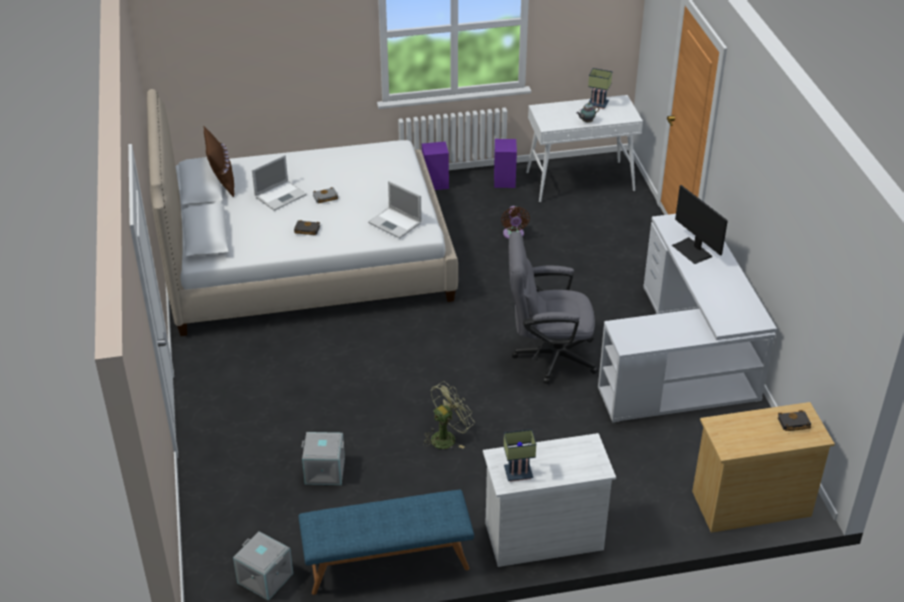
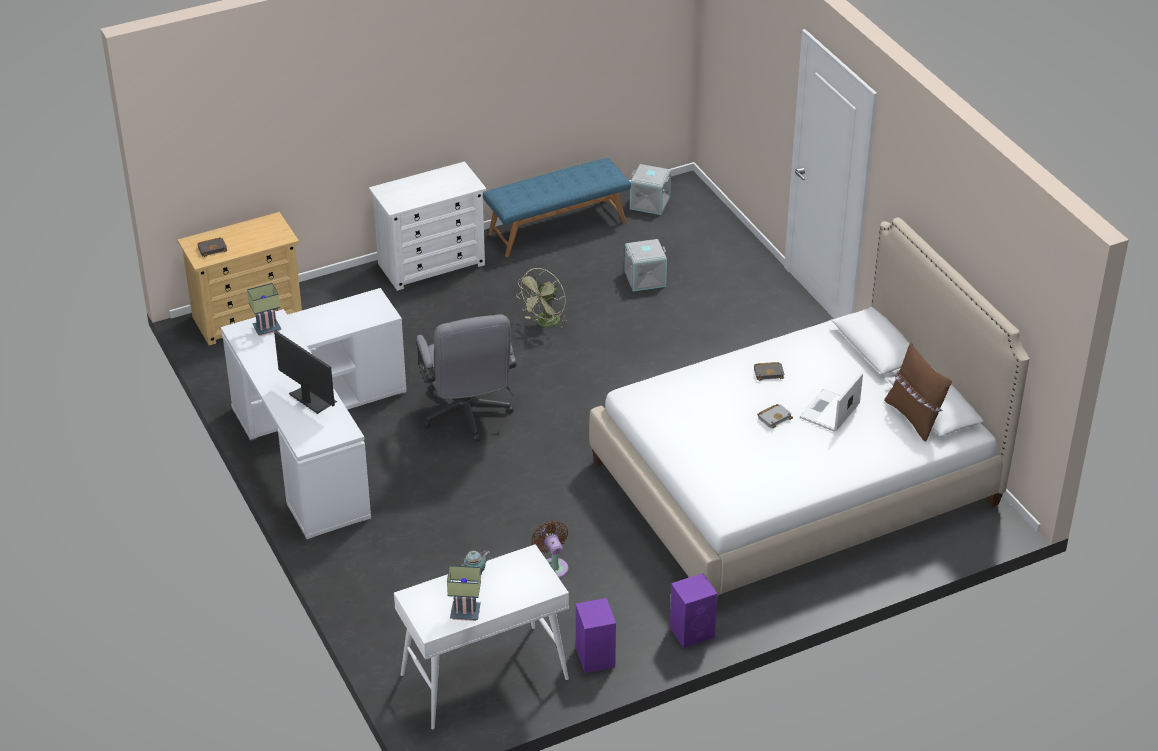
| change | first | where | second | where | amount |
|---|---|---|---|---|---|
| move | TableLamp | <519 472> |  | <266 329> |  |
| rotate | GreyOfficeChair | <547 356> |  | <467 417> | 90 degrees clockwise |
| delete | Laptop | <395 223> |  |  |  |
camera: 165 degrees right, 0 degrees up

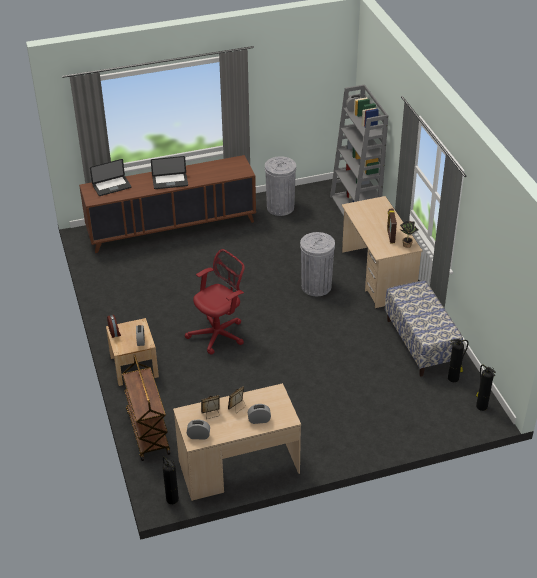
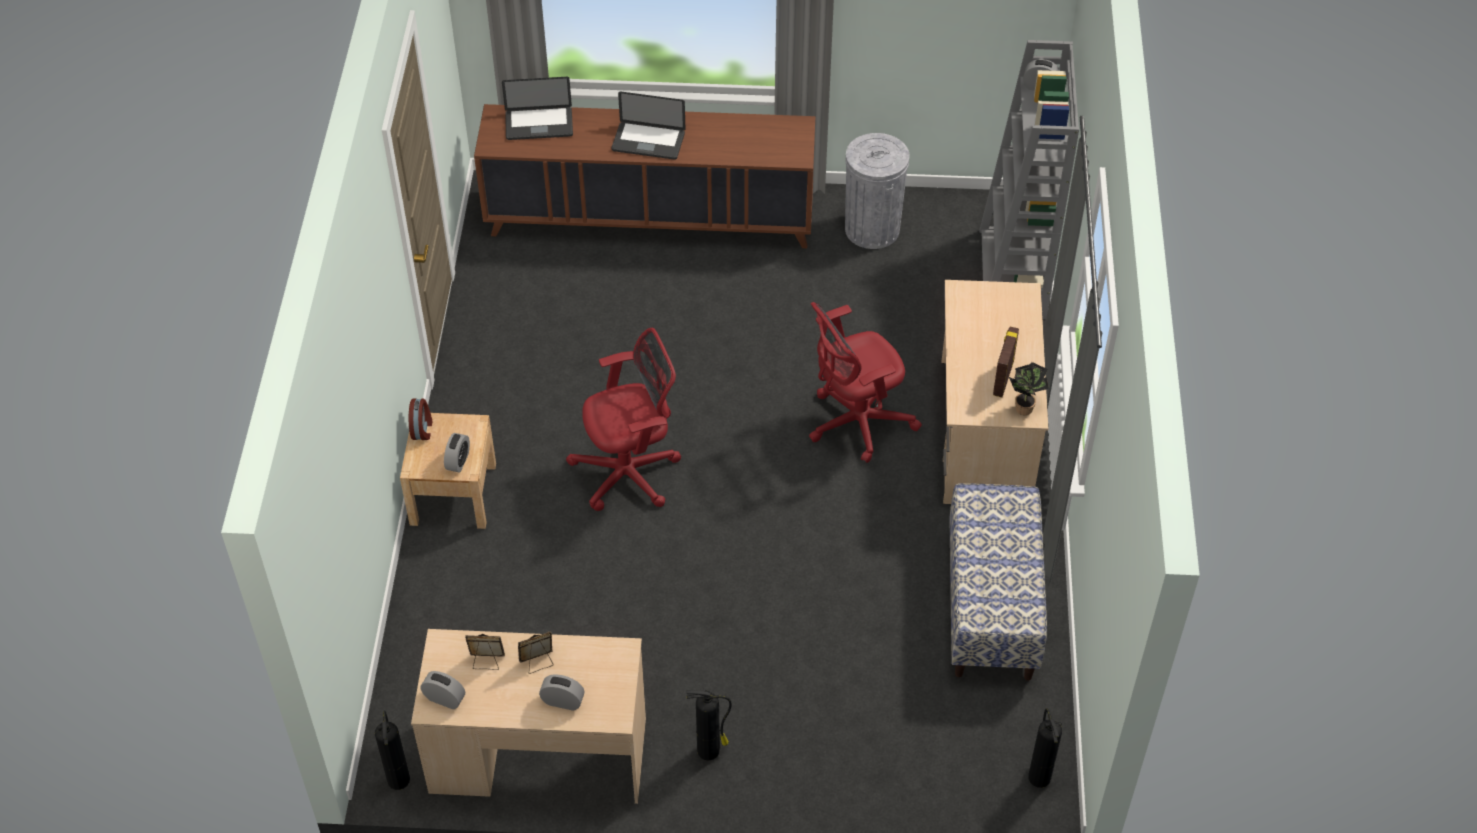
| change | first | where | second | where | amount |
|---|---|---|---|---|---|
| move | FireExtinguisher | <454 378> |  | <710 750> |  |
| replace | GreyTrashCan | <316 286> | RedOfficeChair | <855 423> |  |
| delete | BrownCart | <147 432> |  |  |  |
camera: 20 degrees right, 10 degrees up

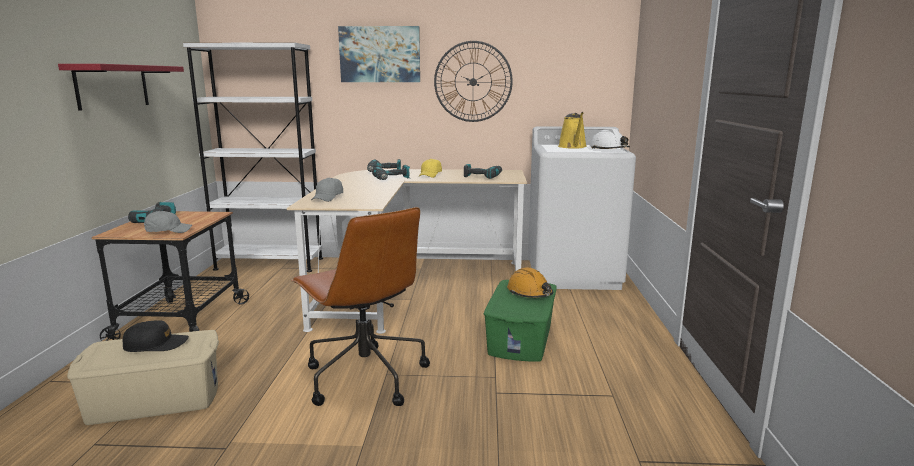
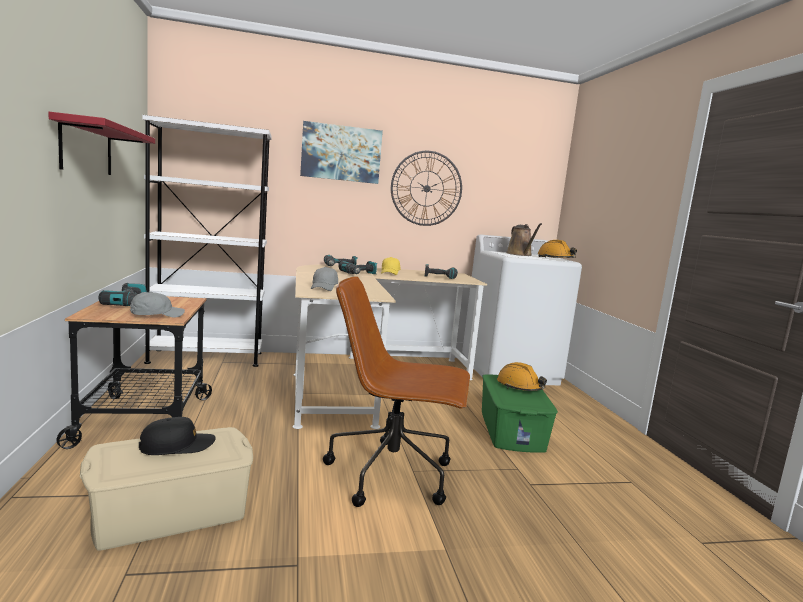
| change | first | where | second | where | amount |
|---|---|---|---|---|---|
| rotate | BrownOfficeChair | <364 376> |  | <393 474> | 150 degrees clockwise |
| recolor | YellowWateringCan | <573 147> | BrownWateringCan | <520 254> |  |
| recolor | WhiteHardHat | <609 150> | OrangeHardHat | <555 259> |  |
camera: 15 degrees left, 5 degrees down

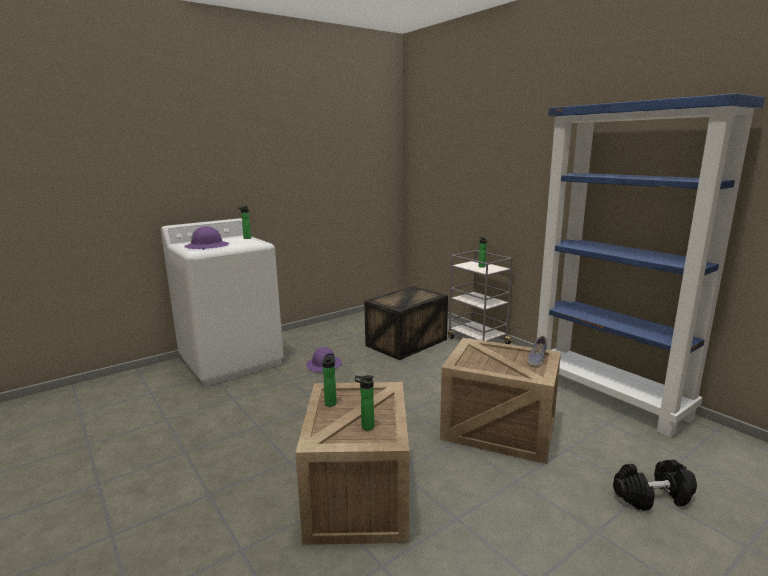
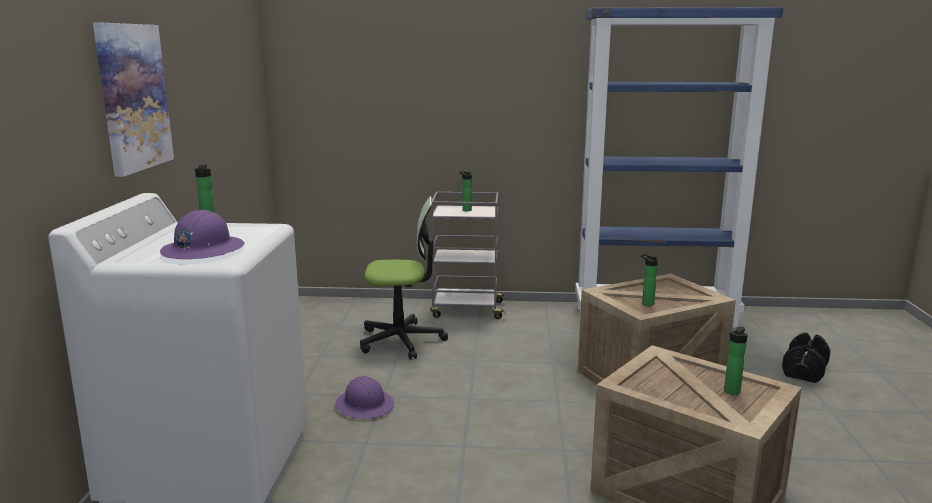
| change | first | where | second | where | amount |
|---|---|---|---|---|---|
| insert |  |  | Picture | <133 97> |  |
| replace | Crate | <406 343> | OfficeChair | <401 340> |  |
| move | Bottle | <331 402> |  | <646 303> |  |
| delete | Shoe | <536 359> |  |  |  |
camera: 50 degrees left, 0 degrees up

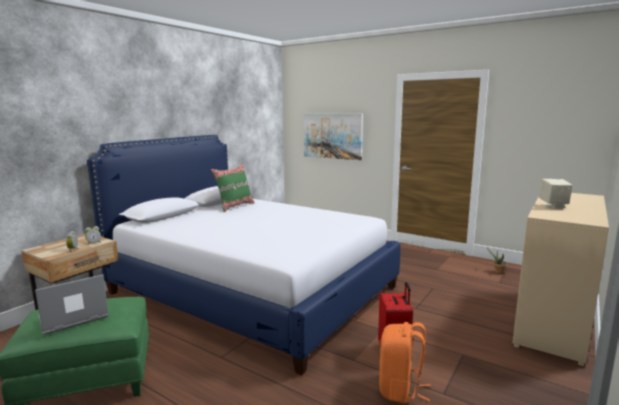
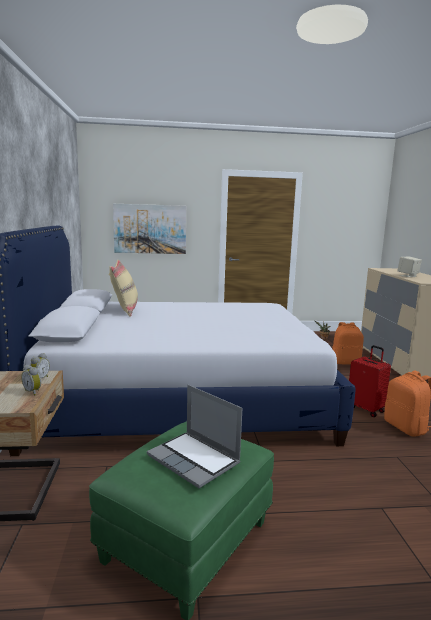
| change | first | where | second | where | amount |
|---|---|---|---|---|---|
| recolor | GreenPillow | <235 206> | BeigePillow | <124 310> |  |
| rotate | Laptop | <73 318> |  | <195 460> | 60 degrees counterclockwise |
| insert |  |  | OrangeBackpack | <345 362> |  |
camera: 40 degrees left, 0 degrees up

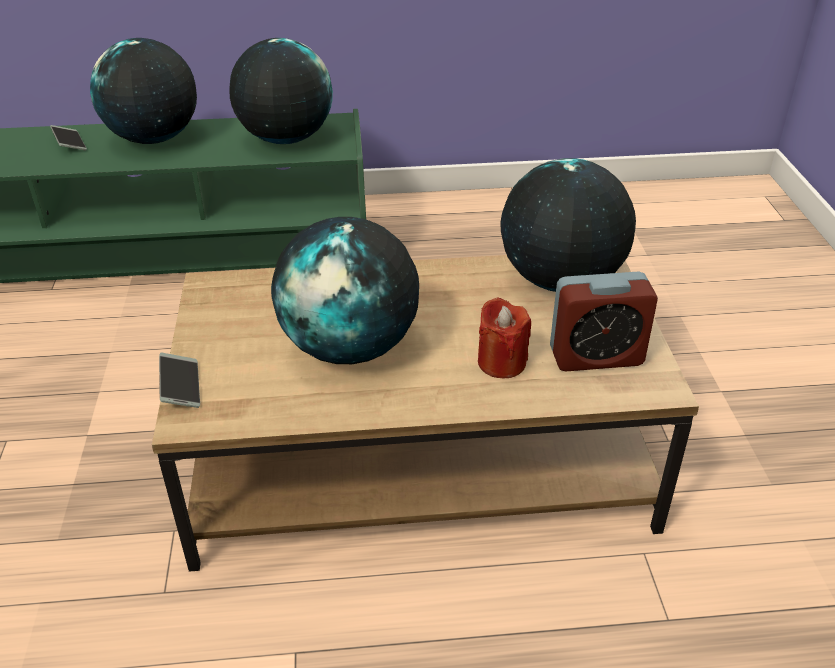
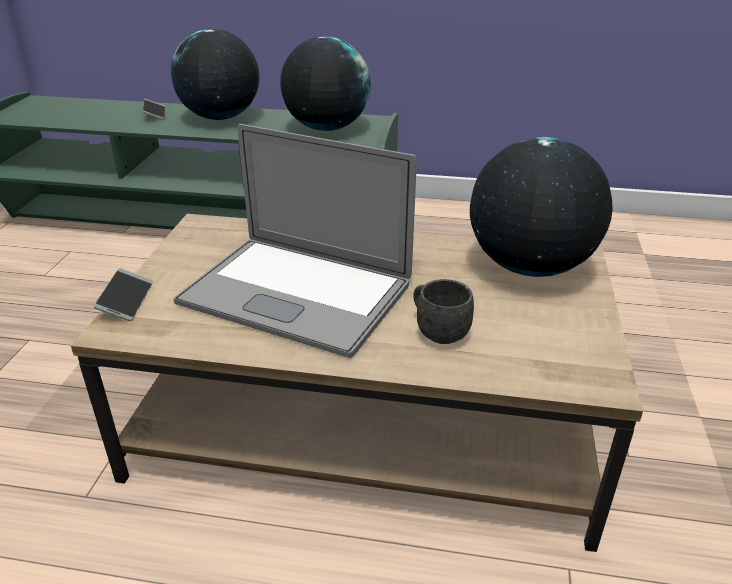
| change | first | where | second | where | amount |
|---|---|---|---|---|---|
| replace | Globe | <350 347> | Laptop | <296 293> |  |
| replace | RedCandle | <501 362> | GreyMug | <437 330> |  |
| delete | AlarmClock | <596 356> |  |  |  |
camera: 15 degrees right, 5 degrees down

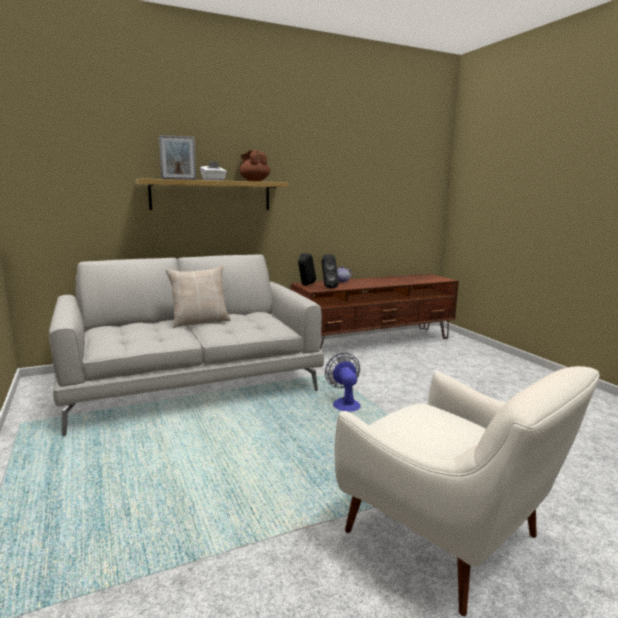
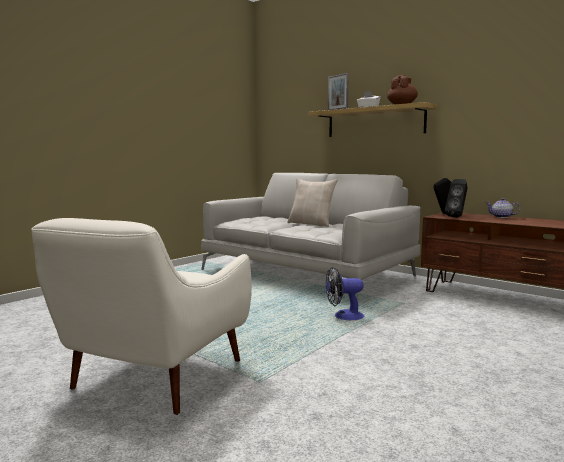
| change | first | where | second | where | amount |
|---|---|---|---|---|---|
| rotate | Fan | <344 403> |  | <343 316> | 150 degrees counterclockwise |
camera: 65 degrees right, 5 degrees down

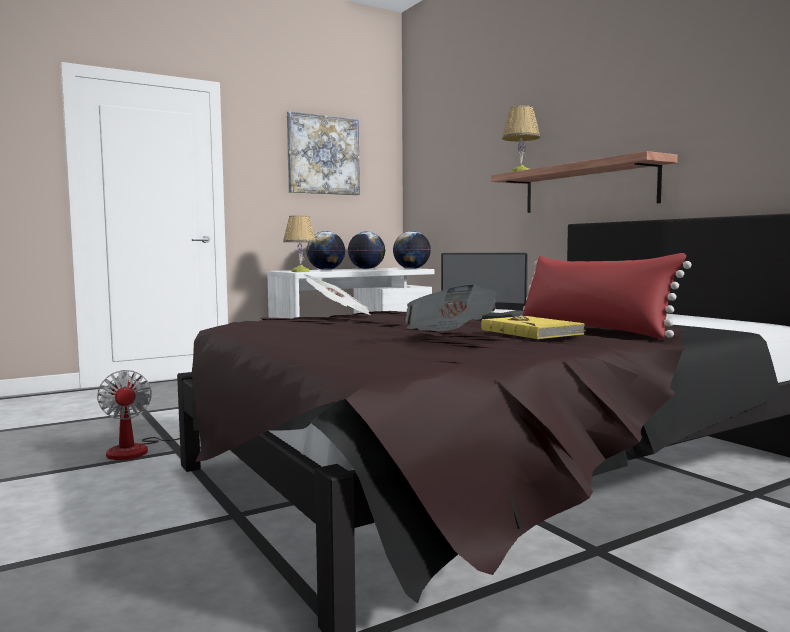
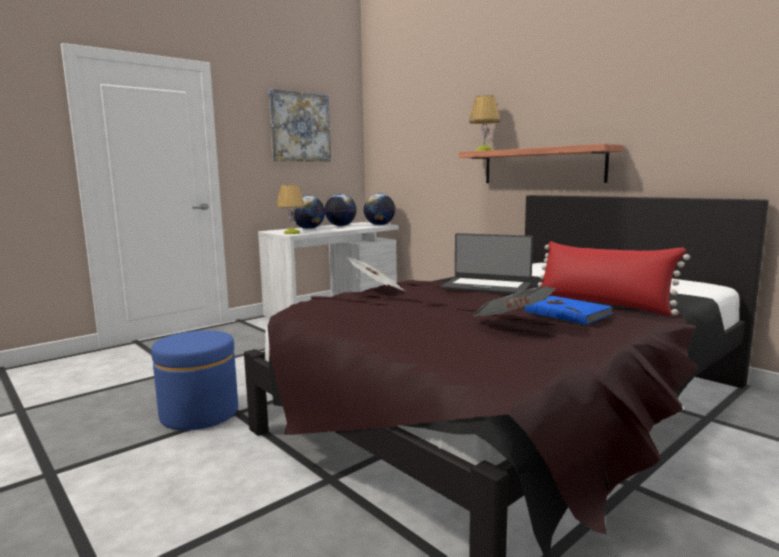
| change | first | where | second | where | amount |
|---|---|---|---|---|---|
| replace | Fan | <139 449> | BlueOttoman | <199 414> |  |
| recolor | YellowBook | <531 332> | BlueBook | <567 313> |  |
camera: 10 degrees left, 5 degrees up

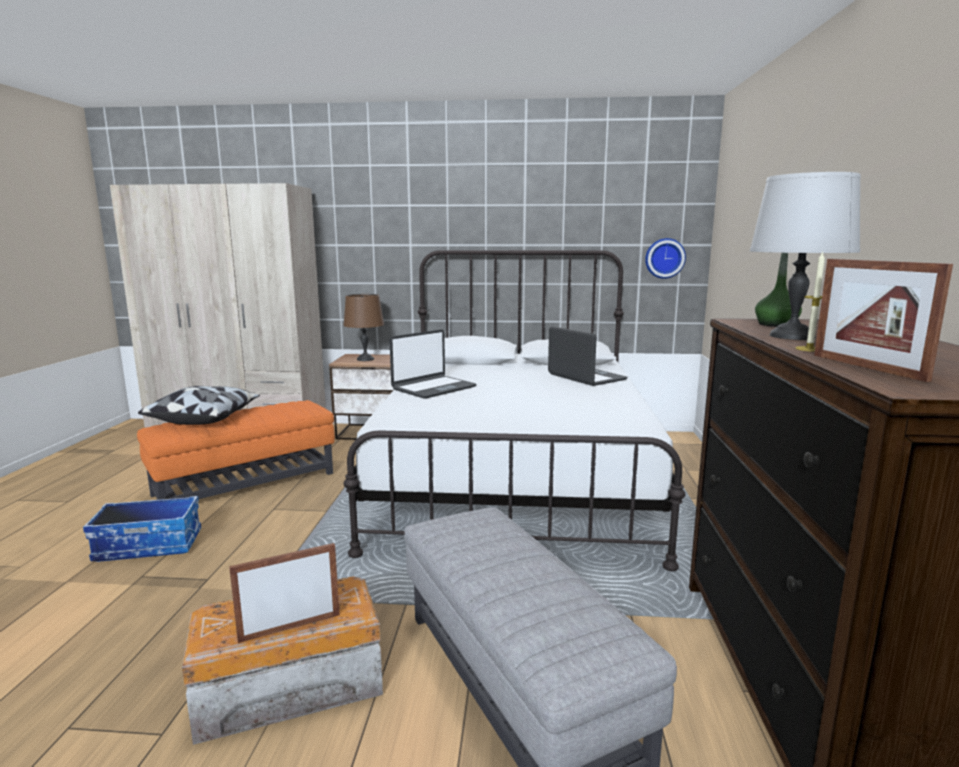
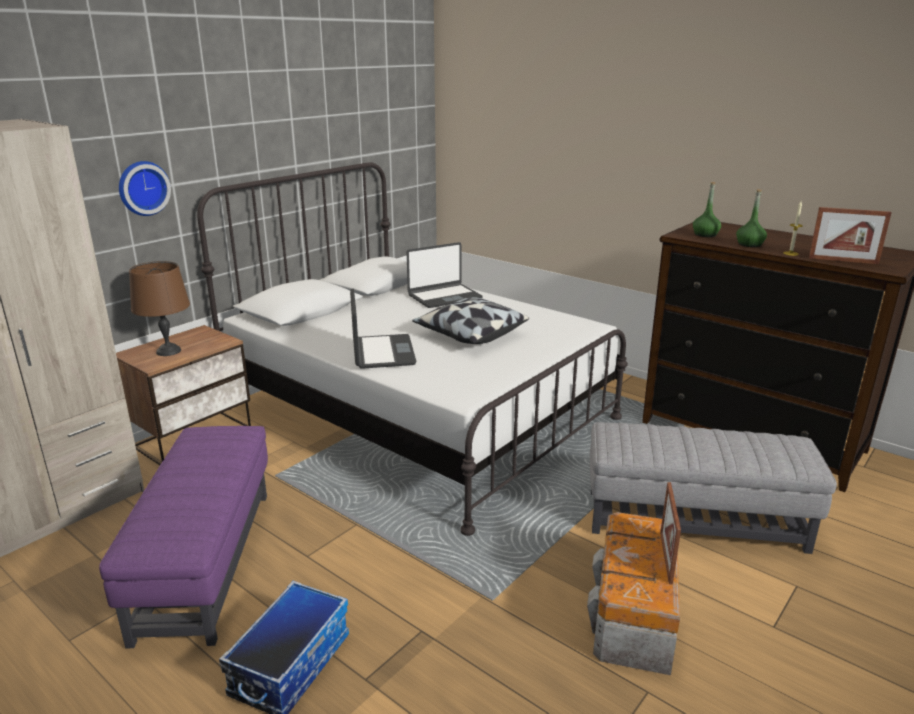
| change | first | where | second | where | amount |
|---|---|---|---|---|---|
| recolor | OrangeOttoman | <245 484> | PurpleOttoman | <206 561> |  |
| move | WallClock | <664 258> |  | <142 188> |  |
| rotate | Laptop | <585 377> |  | <444 297> | 150 degrees clockwise |
| move | Pillow | <204 418> |  | <470 335> |  |
| replace | GreyTableLamp | <792 336> | GreenBottle | <749 244> |  |
camera: 55 degrees left, 10 degrees up

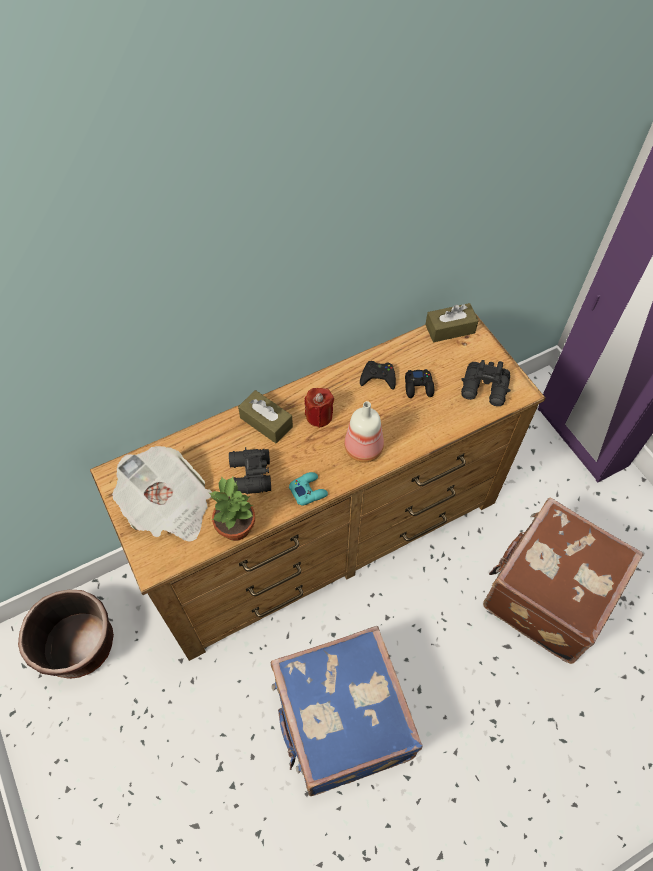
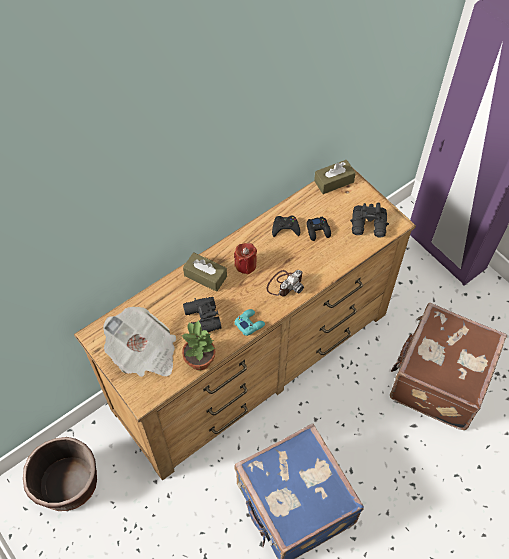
| change | first | where | second | where | amount |
|---|---|---|---|---|---|
| replace | Bottle | <363 447> | PhotoCamera | <285 284> |  |
camera: 10 degrees left, 0 degrees up

